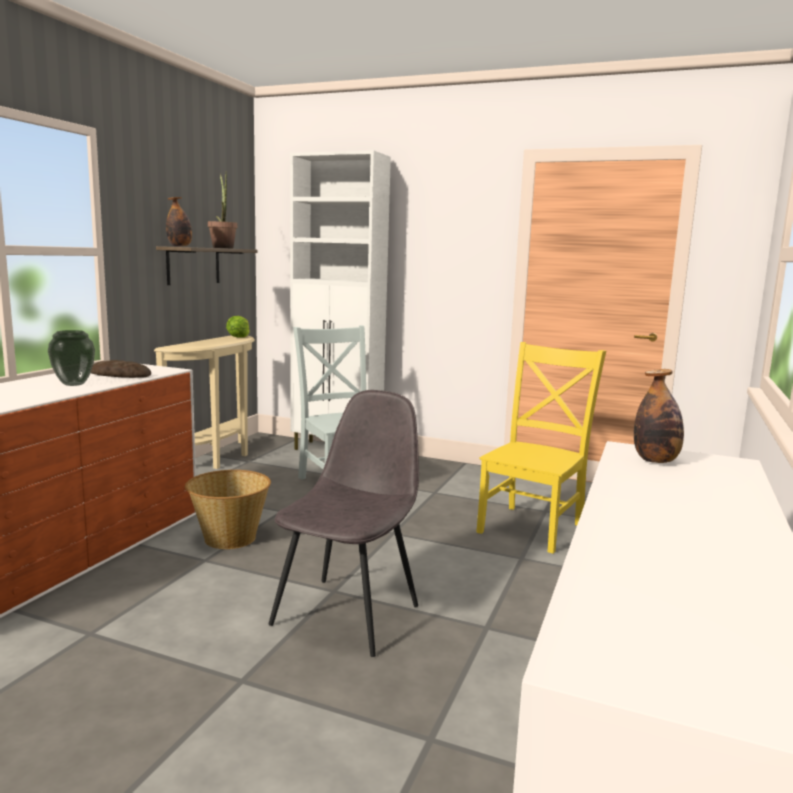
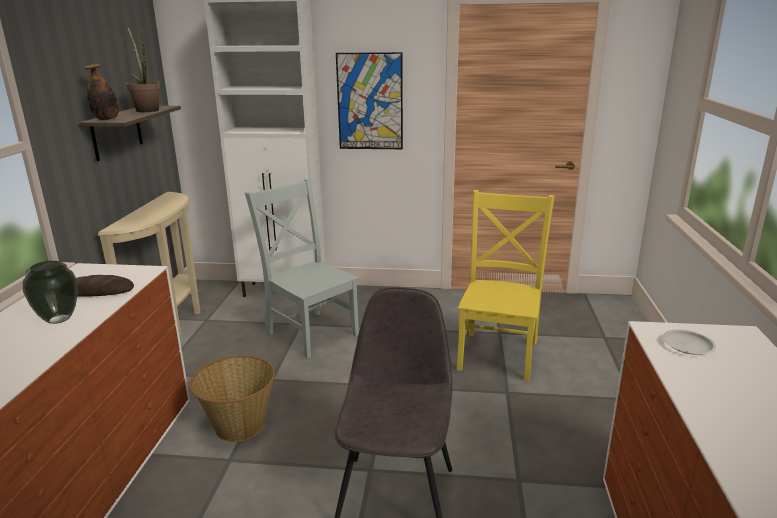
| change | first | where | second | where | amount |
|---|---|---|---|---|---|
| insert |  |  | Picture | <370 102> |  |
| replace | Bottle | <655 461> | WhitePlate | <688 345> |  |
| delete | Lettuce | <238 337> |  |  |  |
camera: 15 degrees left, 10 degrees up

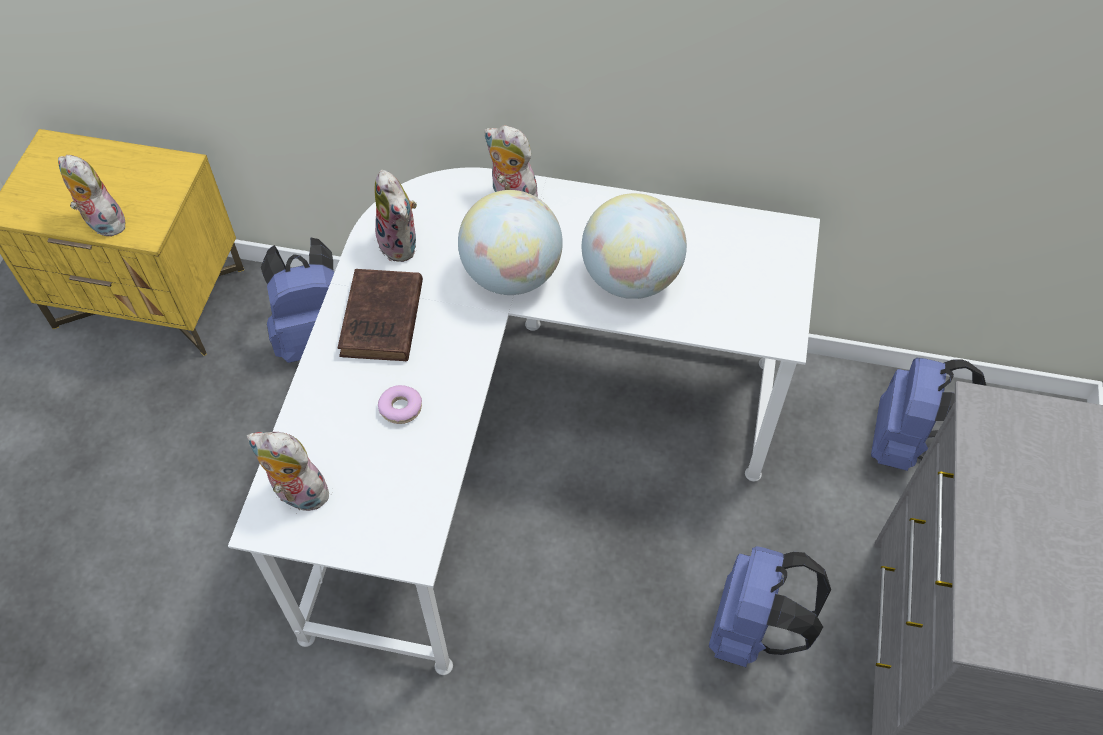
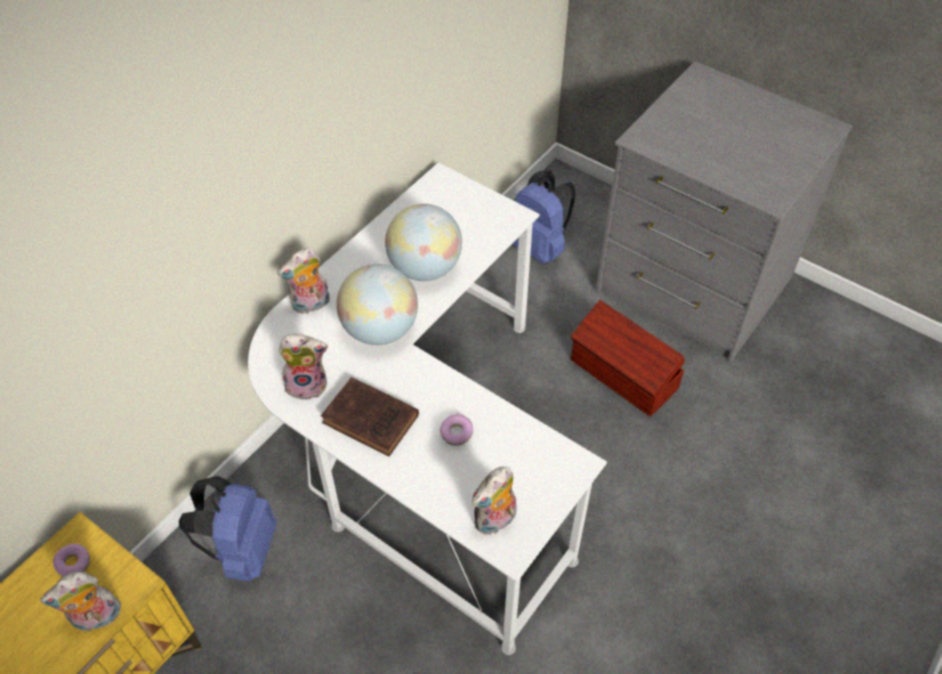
| change | first | where | second | where | amount |
|---|---|---|---|---|---|
| insert |  |  | Donut | <73 563> |  |
| replace | BlueBackpack | <752 630> | BrownStorageBox | <623 376> |  |
camera: 65 degrees left, 5 degrees down

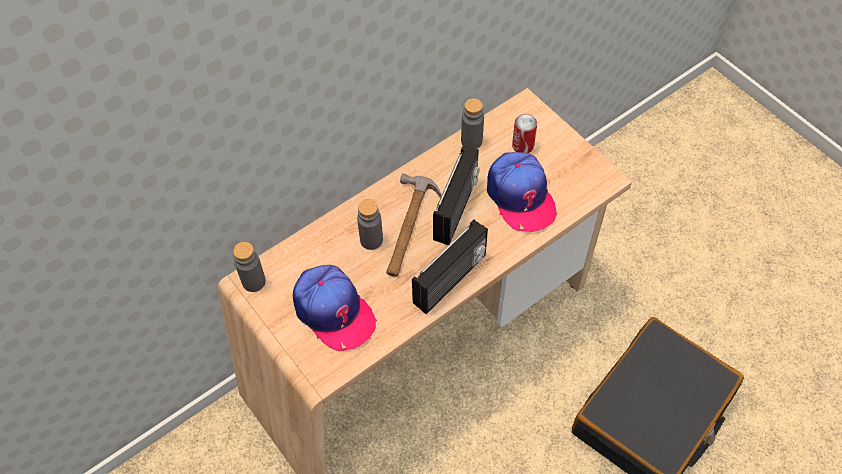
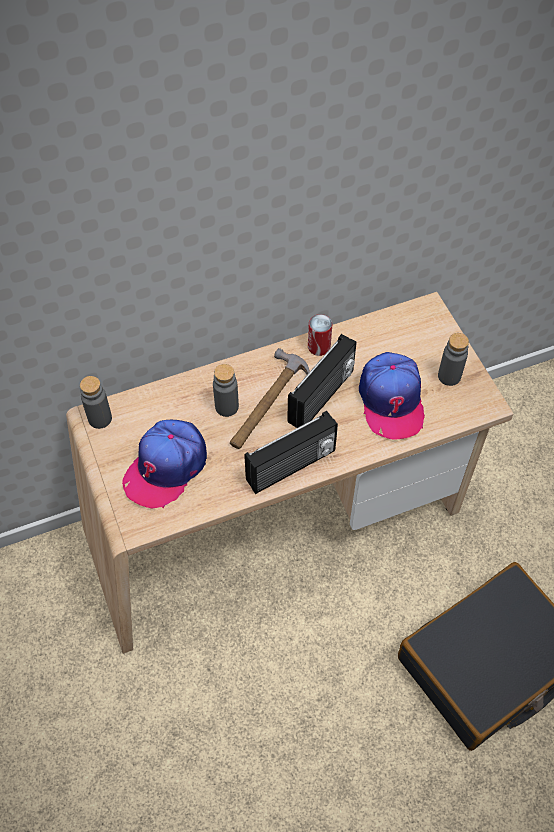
| change | first | where | second | where | amount |
|---|---|---|---|---|---|
| rotate | Cap | <333 311> |  | <166 467> | 60 degrees clockwise |
| move | Can | <522 145> |  | <319 347> |  |
| move | GreyBottle | <471 141> |  | <449 376> |  |
camera: 15 degrees right, 0 degrees up

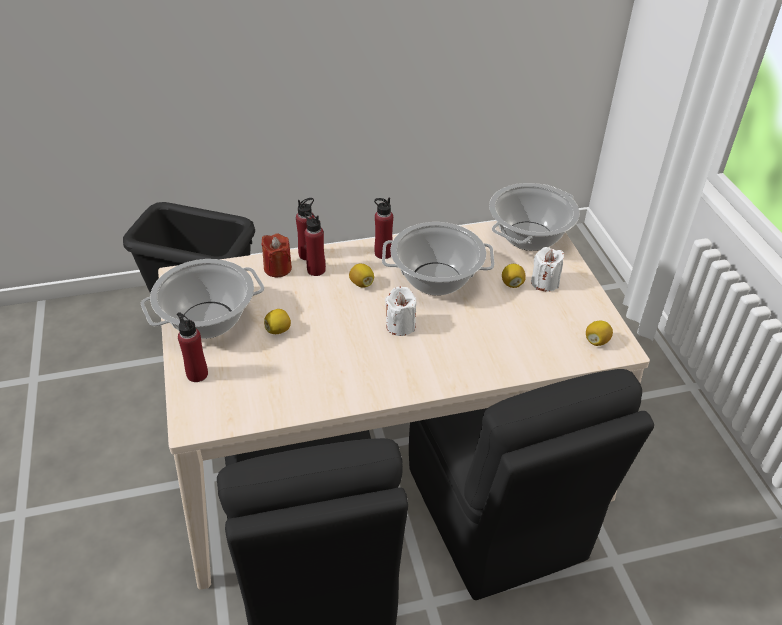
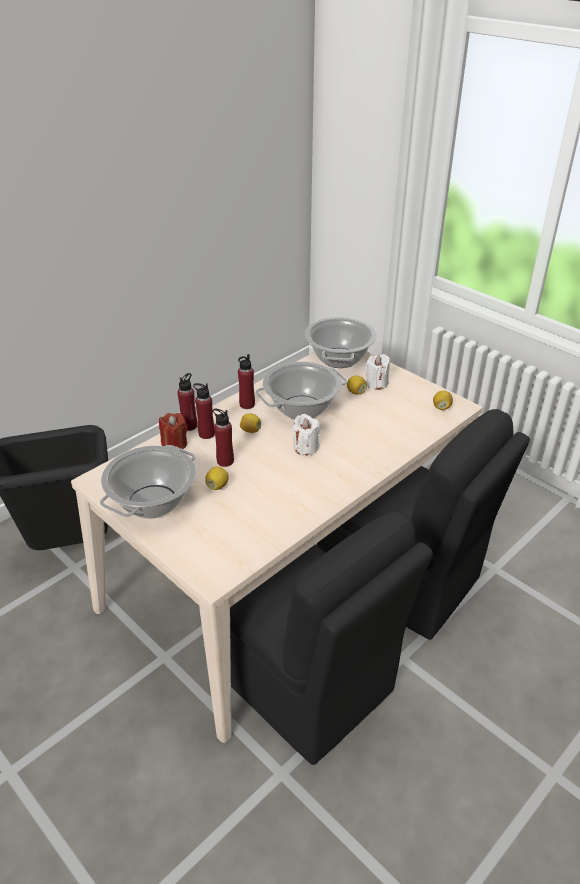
| change | first | where | second | where | amount |
|---|---|---|---|---|---|
| move | RedBottle | <197 374> |  | <225 461> |  |
camera: 30 degrees left, 5 degrees down

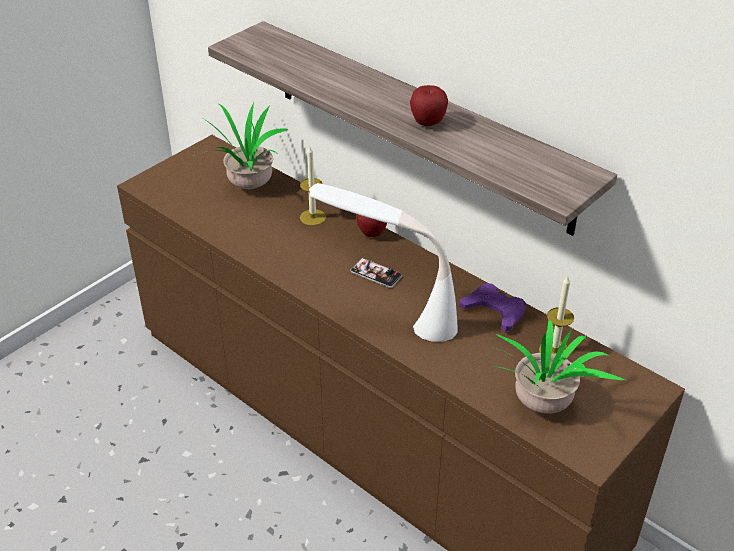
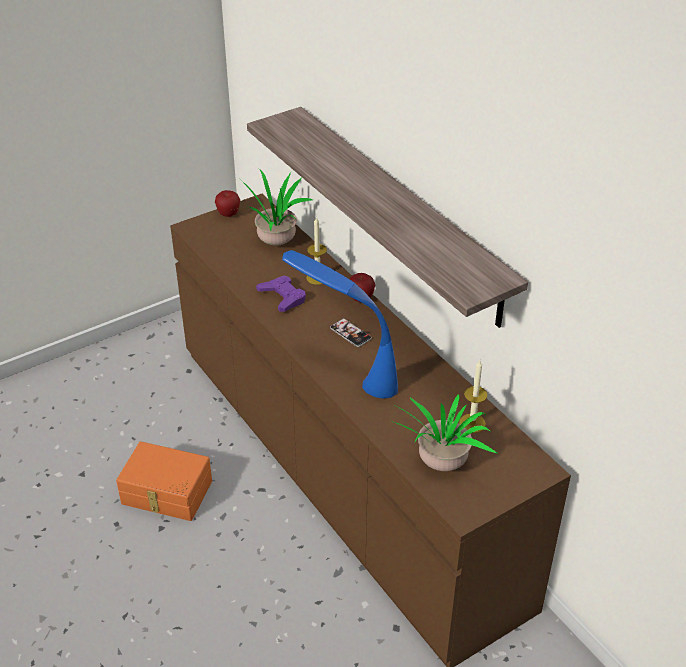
| change | first | where | second | where | amount |
|---|---|---|---|---|---|
| insert |  |  | OrangeStorageBox | <166 493> |  |
| move | Apple | <427 123> |  | <228 214> |  |
| move | PurpleGameController | <494 311> |  | <282 297> |  |
| recolor | WhiteTableLamp | <385 323> | BlueTableLamp | <341 374> |  |
camera: 15 degrees right, 0 degrees up

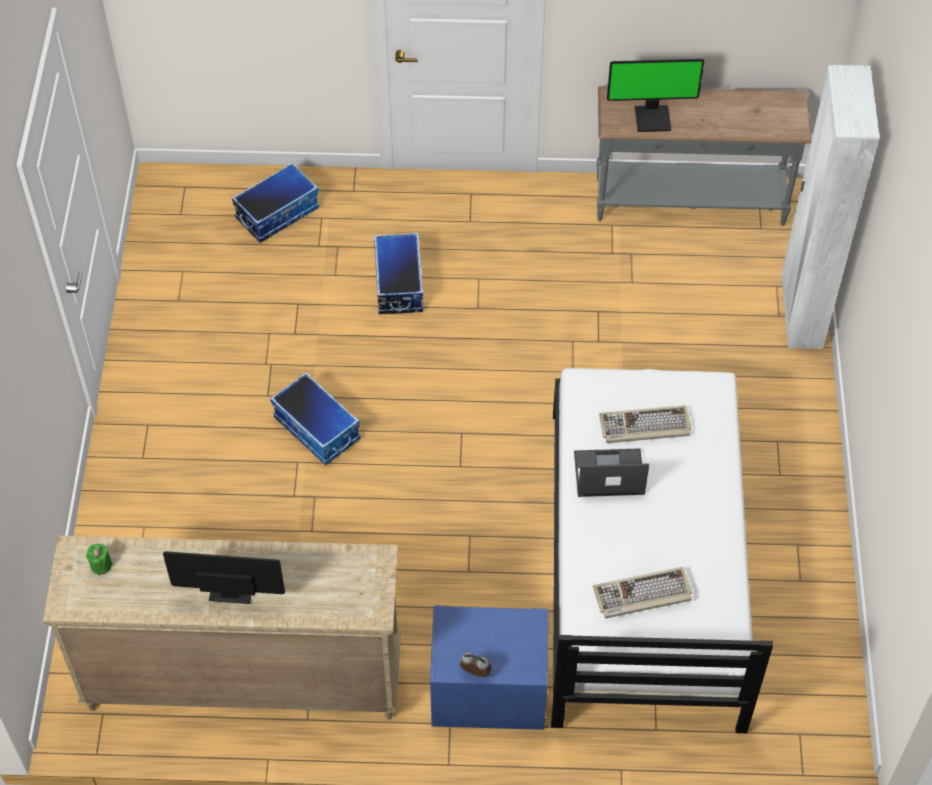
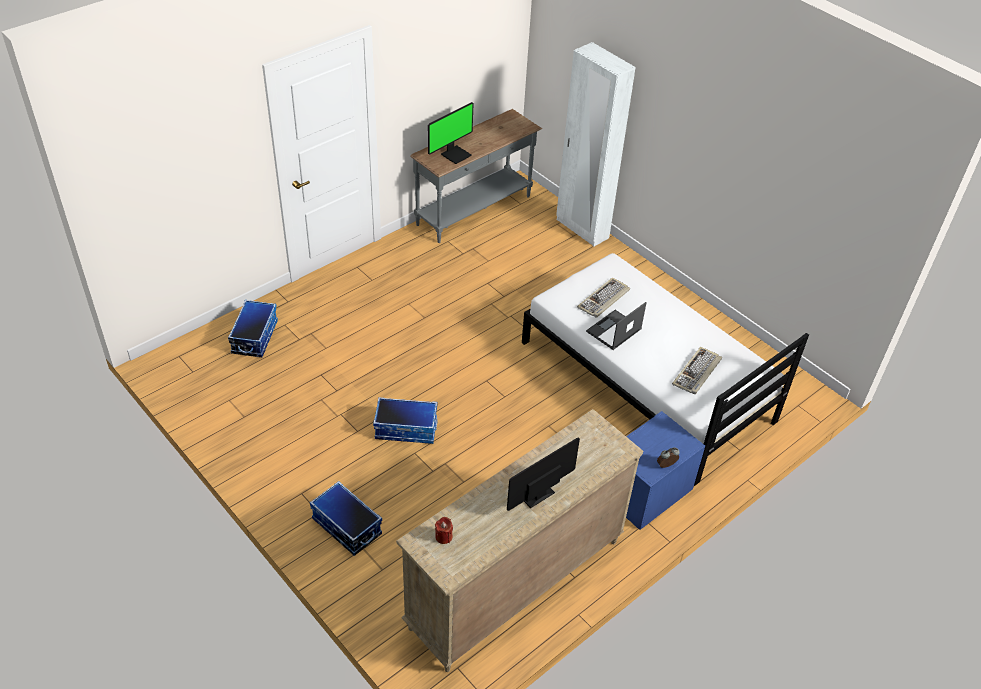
| change | first | where | second | where | amount |
|---|---|---|---|---|---|
| move | StorageBox | <398 284> |  | <346 527> |  |
| recolor | GreenCandle | <101 565> | RedCandle | <443 536> |  |
camera: 45 degrees left, 10 degrees down

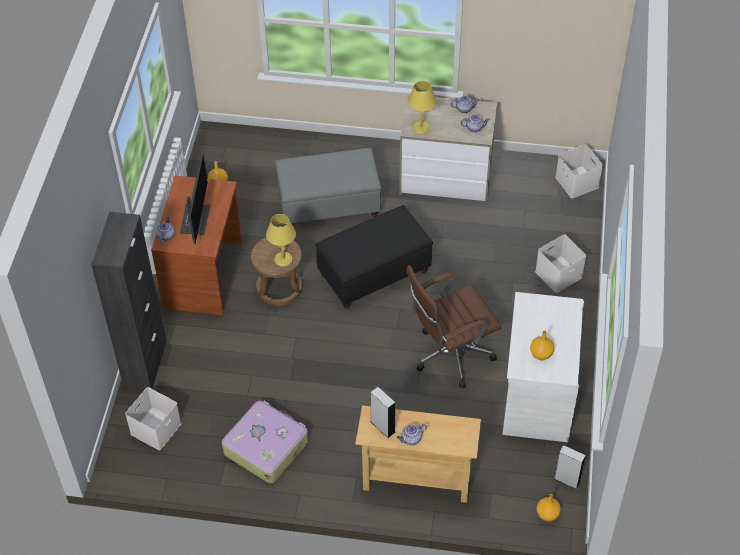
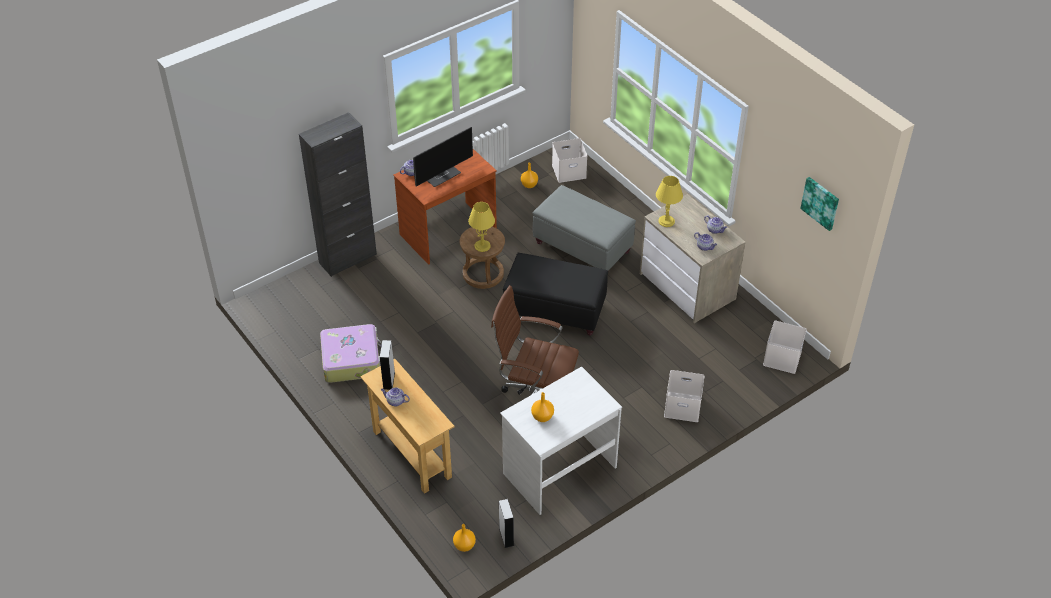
| change | first | where | second | where | amount |
|---|---|---|---|---|---|
| move | WhiteStorageBox | <155 427> |  | <569 170> |  |
| insert |  |  | Picture | <821 203> |  |
camera: 45 degrees right, 5 degrees down

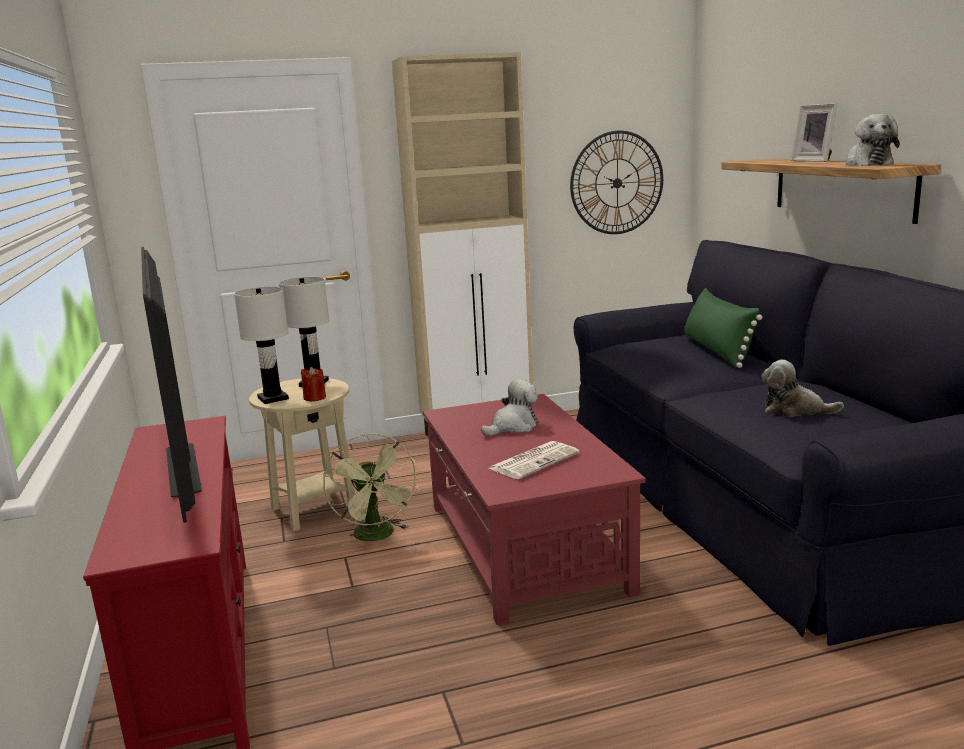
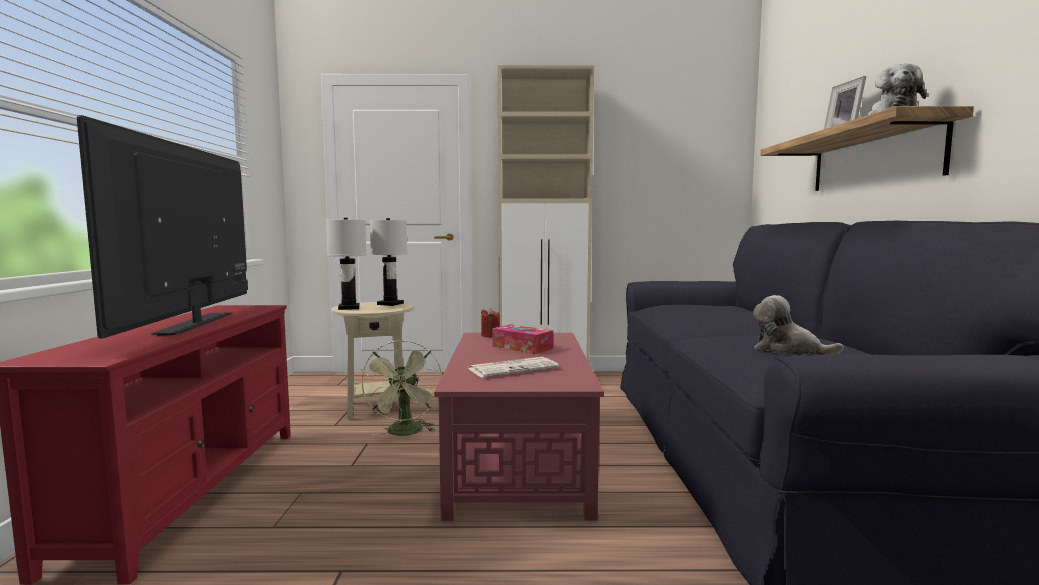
| change | first | where | second | where | amount |
|---|---|---|---|---|---|
| move | RedCandle | <314 398> |  | <490 335> |  |
| replace | PlushToy | <513 427> | TissueBox | <522 347> |  |
| delete | WallClock | <617 183> |  |  |  |
| delete | GreenPillow | <717 351> |  |  |  |
camera: 15 degrees right, 10 degrees down

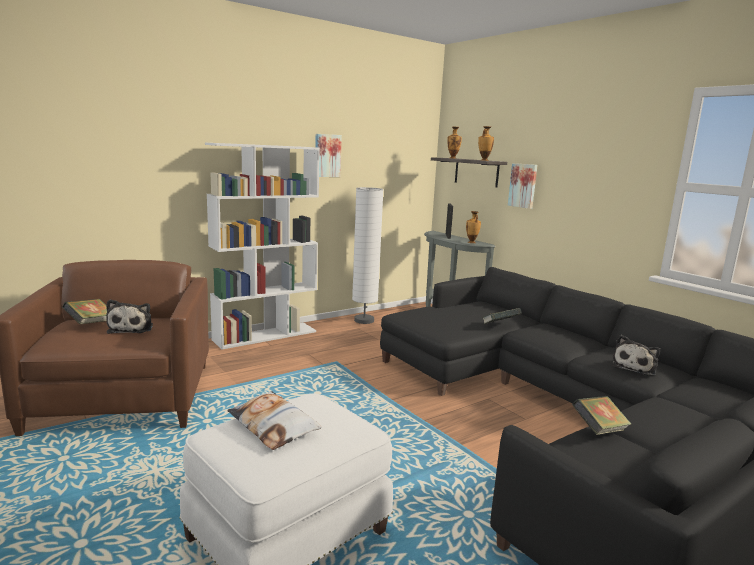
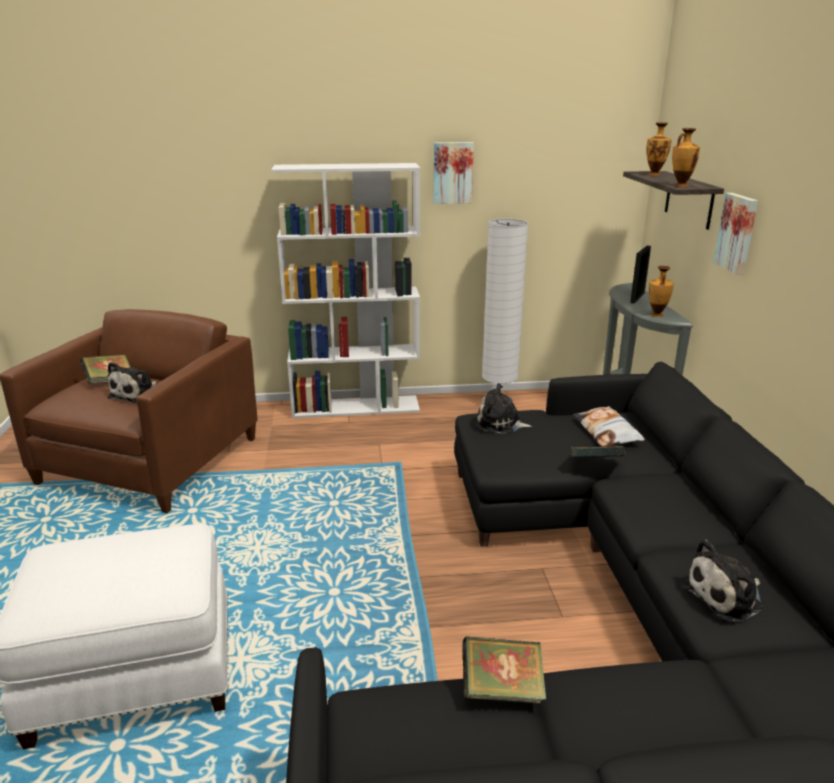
| change | first | where | second | where | amount |
|---|---|---|---|---|---|
| insert |  |  | PlushToy | <501 424> |  |
| move | Pillow | <273 426> |  | <607 432> |  |
camera: 30 degrees right, 10 degrees up

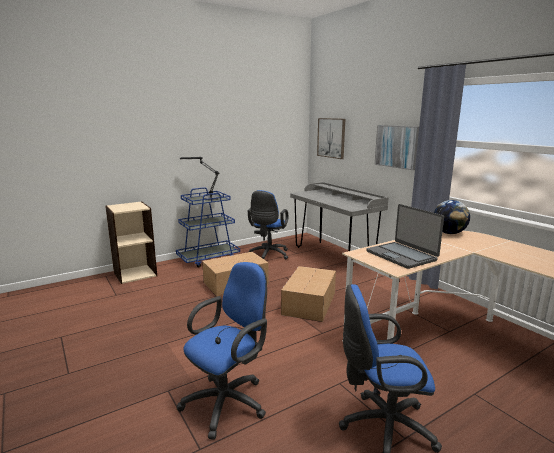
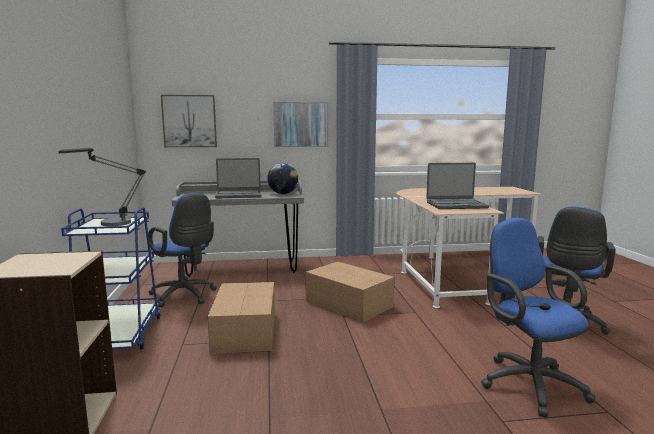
| change | first | where | second | where | amount |
|---|---|---|---|---|---|
| insert |  |  | Laptop | <238 195> |  |
| move | Globe | <449 233> |  | <283 193> |  |
camera: 65 degrees left, 5 degrees down

